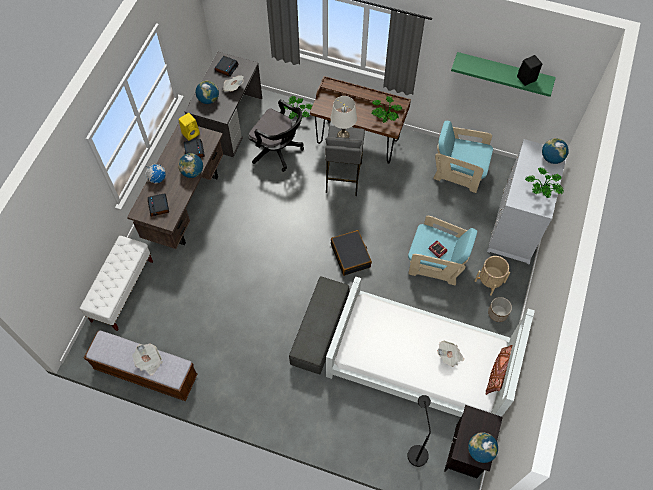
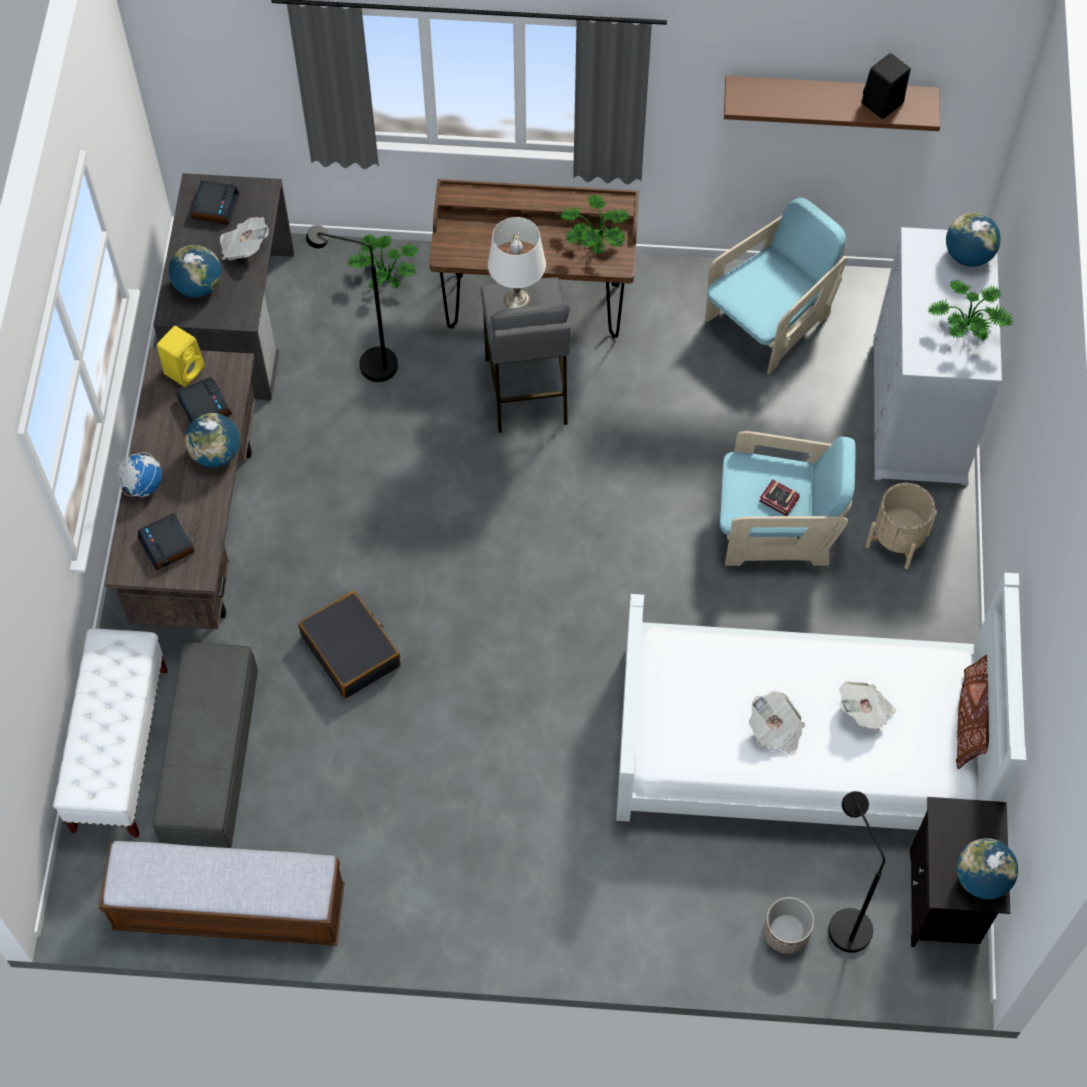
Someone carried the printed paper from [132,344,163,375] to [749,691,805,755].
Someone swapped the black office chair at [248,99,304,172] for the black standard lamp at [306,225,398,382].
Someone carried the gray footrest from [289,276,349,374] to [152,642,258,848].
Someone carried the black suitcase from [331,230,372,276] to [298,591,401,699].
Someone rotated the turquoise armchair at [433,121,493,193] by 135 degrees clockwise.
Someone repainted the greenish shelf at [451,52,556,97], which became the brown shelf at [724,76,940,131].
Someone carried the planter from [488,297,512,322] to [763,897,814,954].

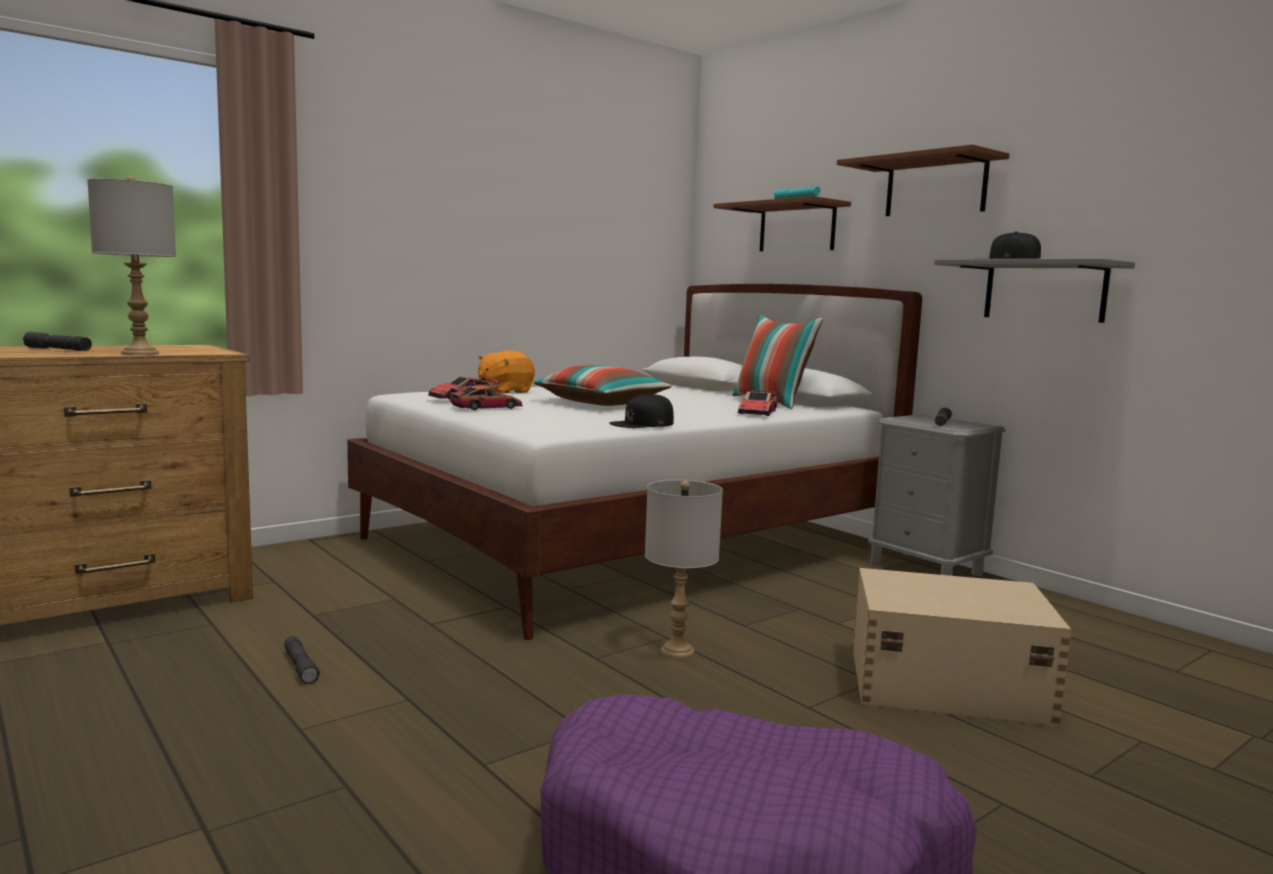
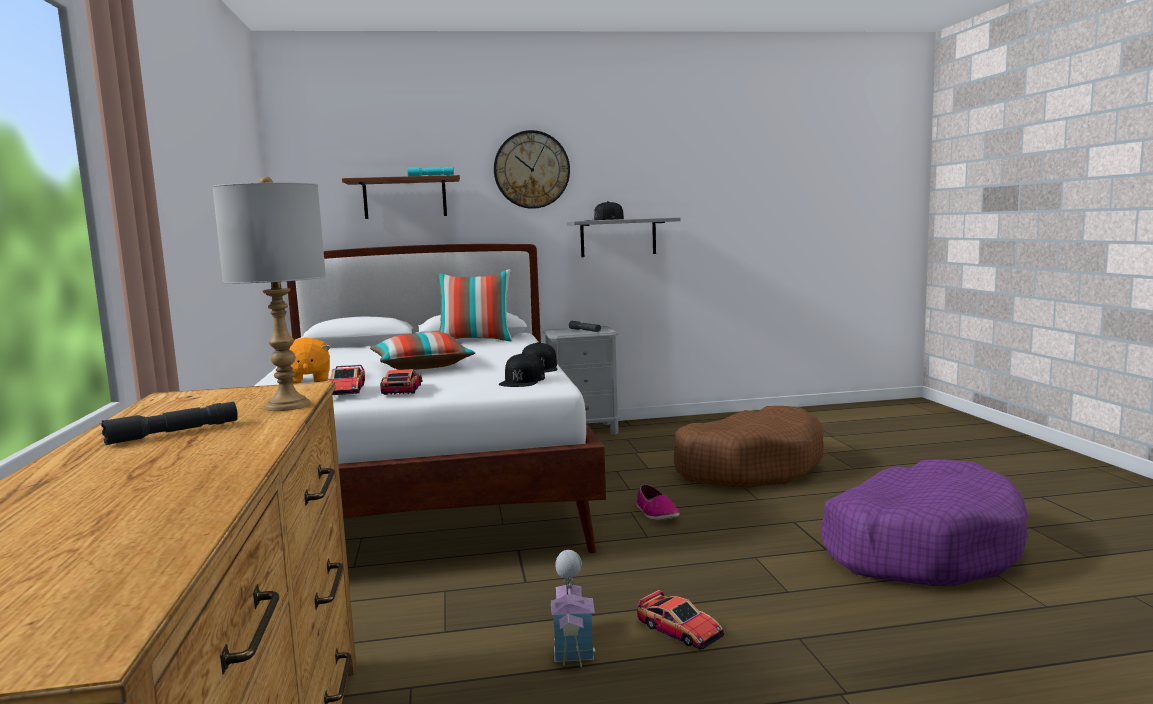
Someone swapped the gray flashlight at [284,636,320,684] for the model house at [551,550,595,667].
Someone swapped the gray table lamp at [645,480,723,658] for the shoe at [636,484,680,520].
Someone carried the miniature car from [738,390,778,416] to [637,590,724,649].
Someone swapped the brown shelf at [837,144,1010,216] for the hanging clock at [494,130,570,209].
Someone swapped the beige-coloured storage bin at [853,568,1072,727] for the brown dog bed at [674,406,824,488].
Someone put down the black peaked cap at [499,353,545,387].

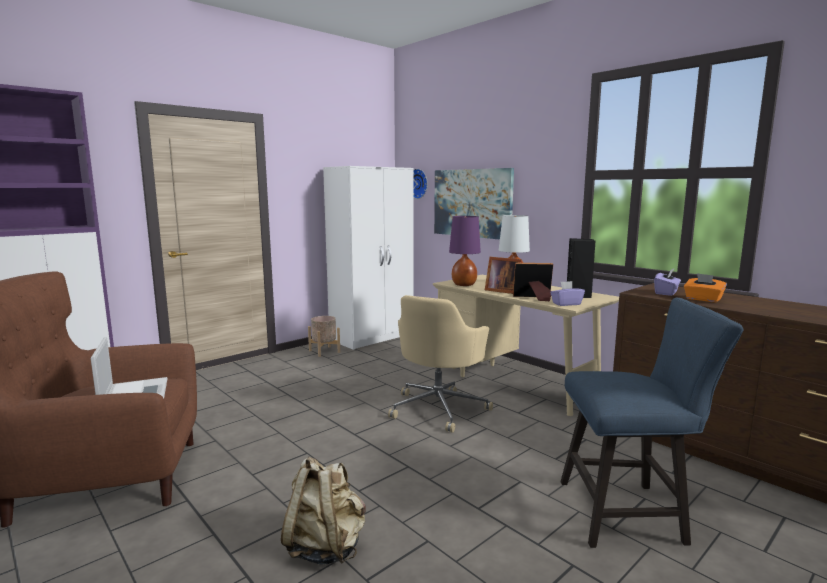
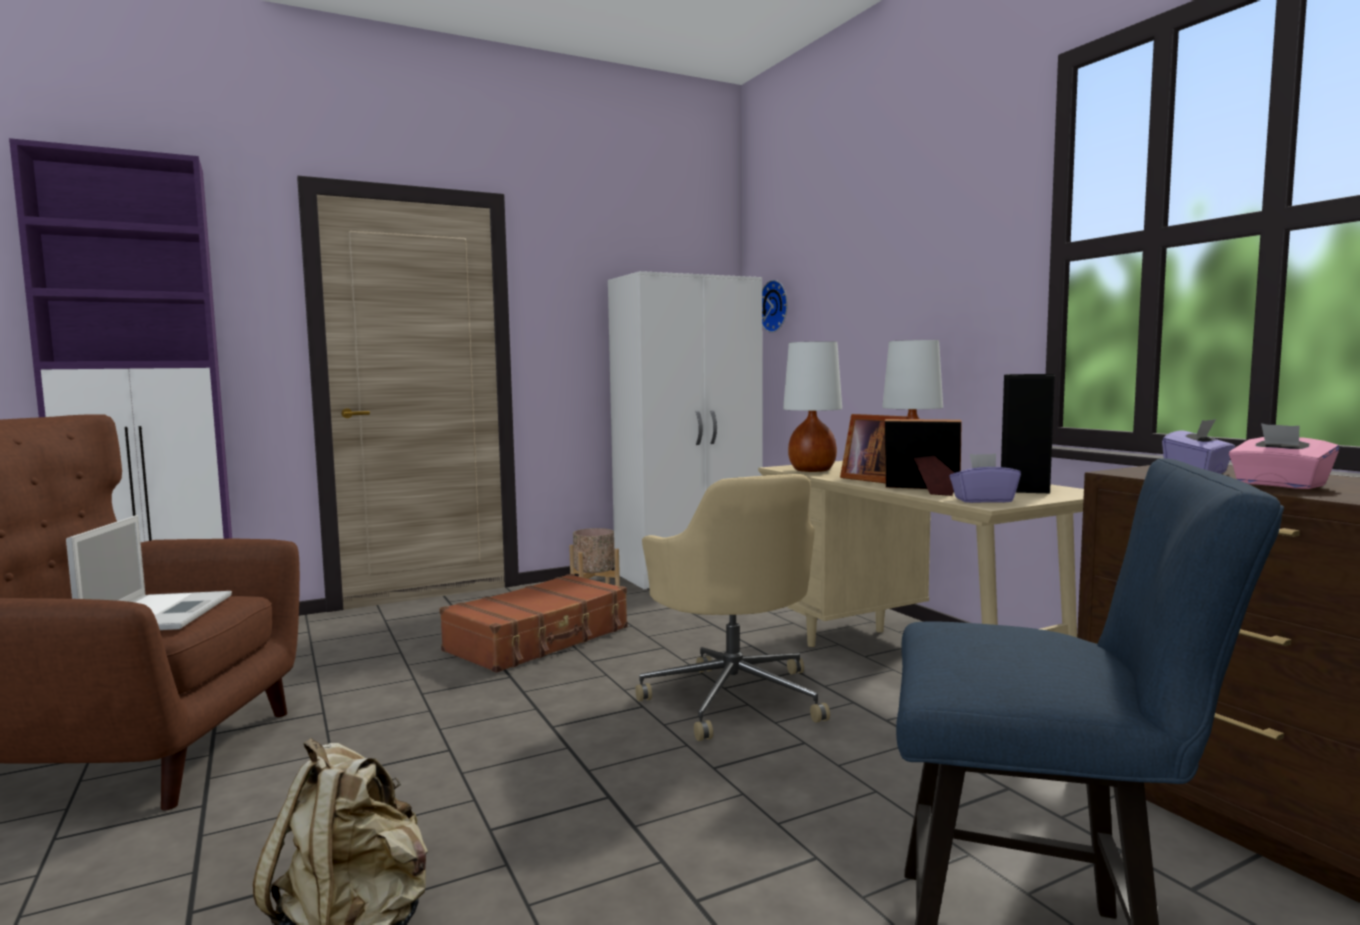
Someone rotated the beige-coloured office chair at [388,295,493,433] by 60 degrees counterclockwise.
Someone took away the wall art at [434,168,514,240].
Someone repainted the purple table lamp at [449,216,481,286], which became the whitish table lamp at [783,341,842,472].
Someone repainted the orange box of tissues at [684,273,727,302], which became the pink-coloured box of tissues at [1229,423,1339,489].
Someone put down the brown suitcase at [439,574,628,673].

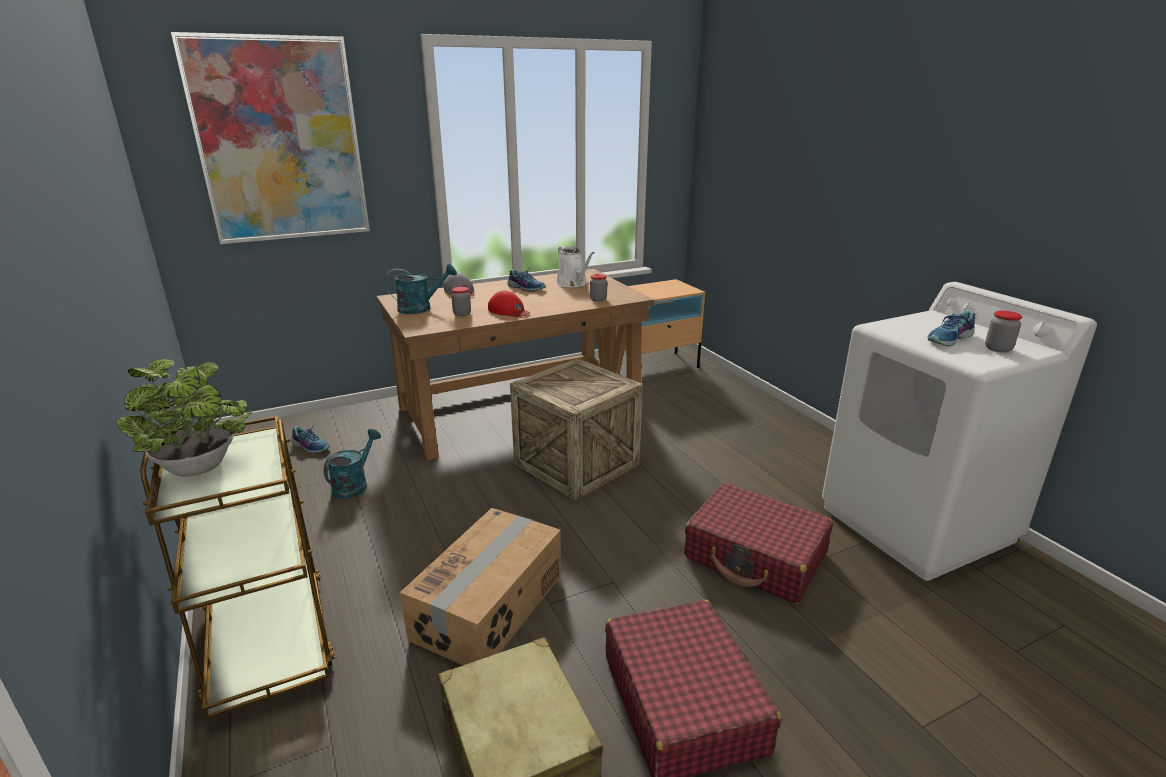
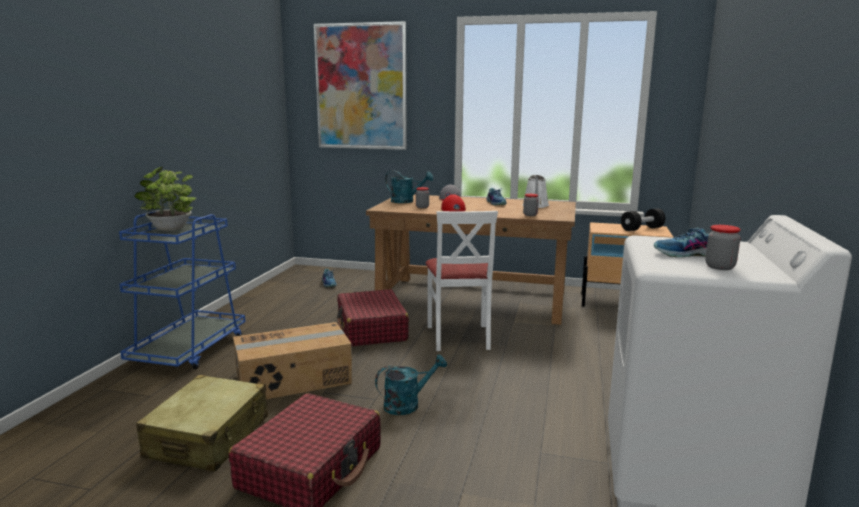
Someone repainted the brown cart at [140,416,335,719], which became the blue cart at [119,211,246,369].
Someone carried the turquoise watering can from [324,429,381,499] to [375,355,447,415].
Someone swapped the shipping crate at [510,359,643,500] for the whitish upright chair at [426,211,498,351].
Someone carried the reddish suitcase from [684,482,833,604] to [337,289,409,346].
Someone put down the black free weight at [621,209,666,231].

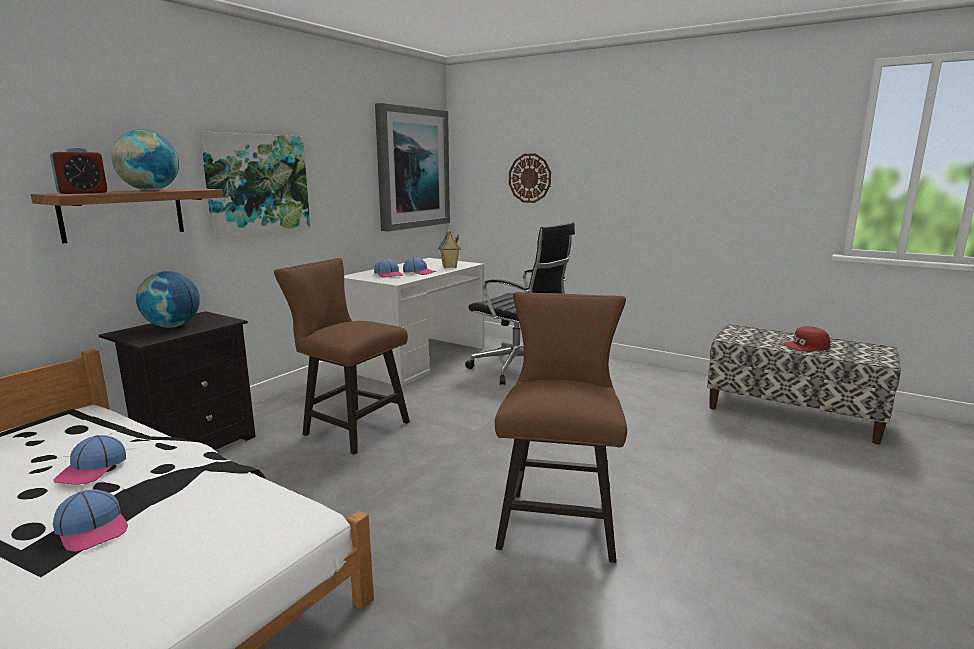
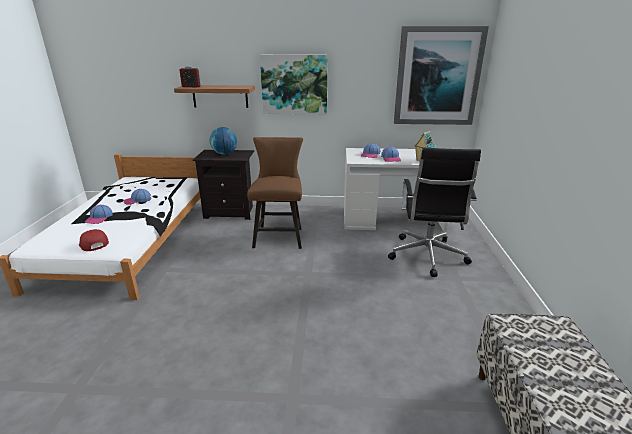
Someone took away the globe at [111,130,179,191].
Someone took away the brown upright chair at [495,292,627,563].
Someone took away the hanging clock at [509,154,551,203].
Someone carried the reddish peaked cap from [783,326,830,352] to [79,229,109,251].

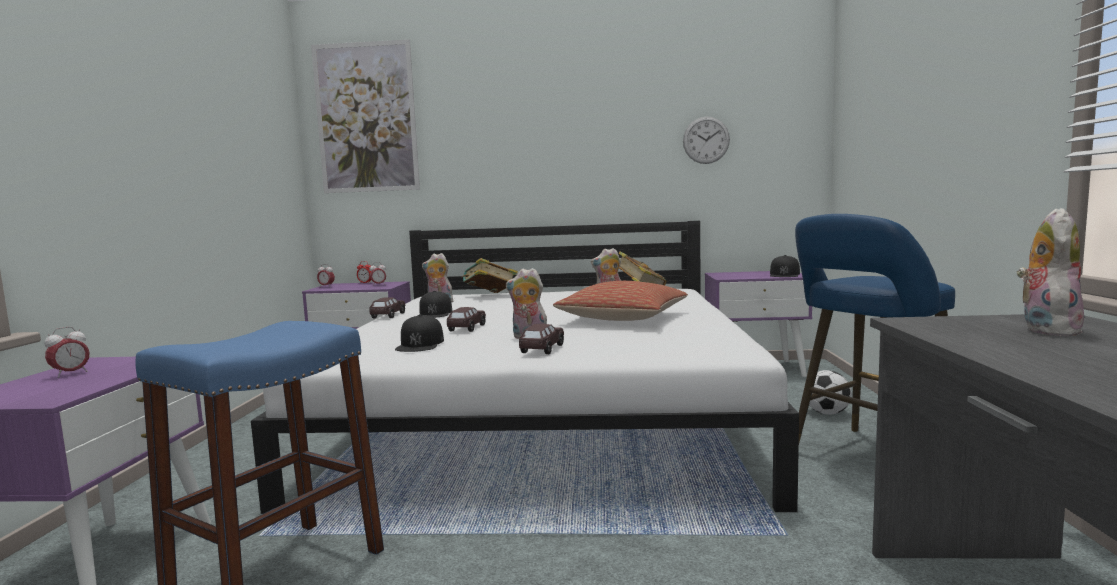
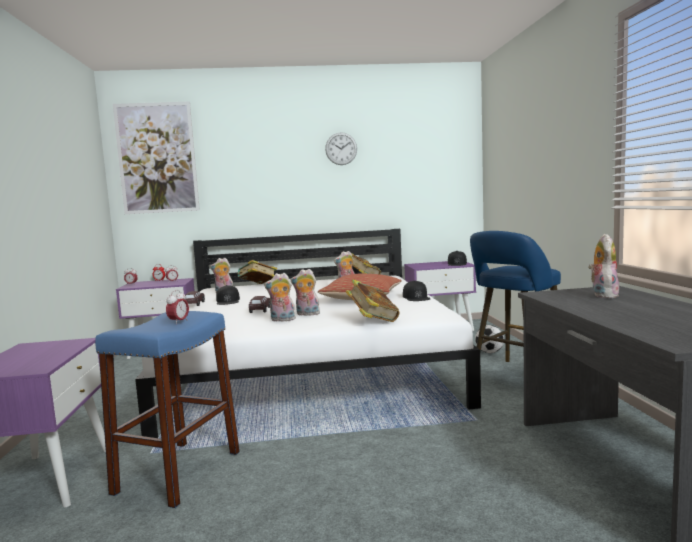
Someone carried the table clock from [44,327,90,378] to [166,290,189,324].
Someone carried the black peaked cap from [395,315,444,352] to [403,281,430,301].
Someone took away the brown miniature car at [519,324,564,354].
Someone carried the hanging clock from [683,117,730,164] to [325,132,357,165].
Someone put down the plush toy at [264,273,296,322].
Someone put down the book at [346,279,400,322].

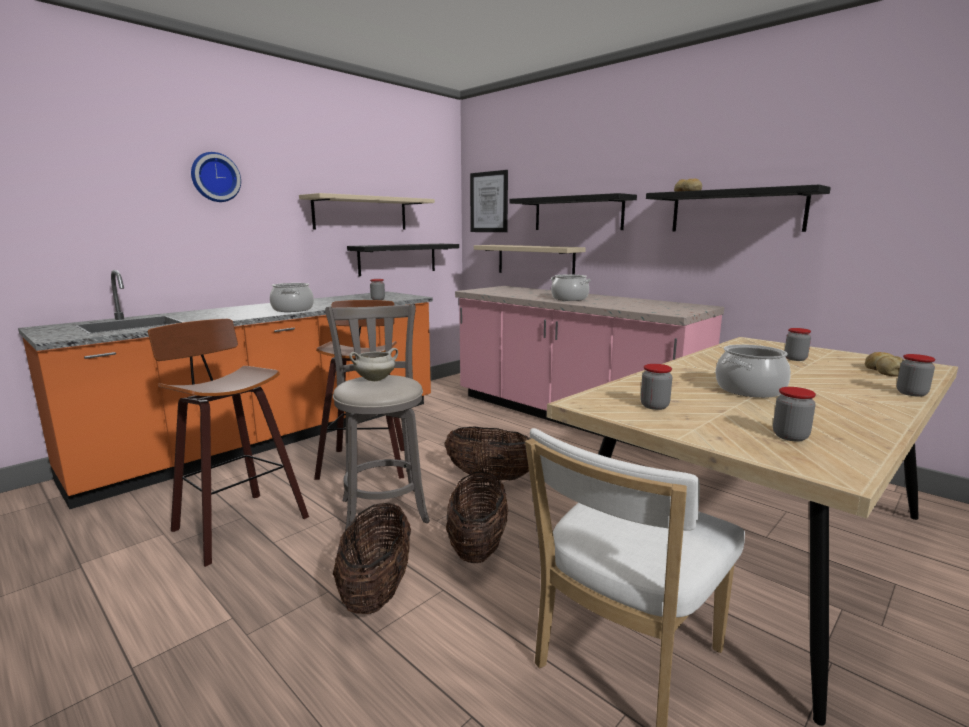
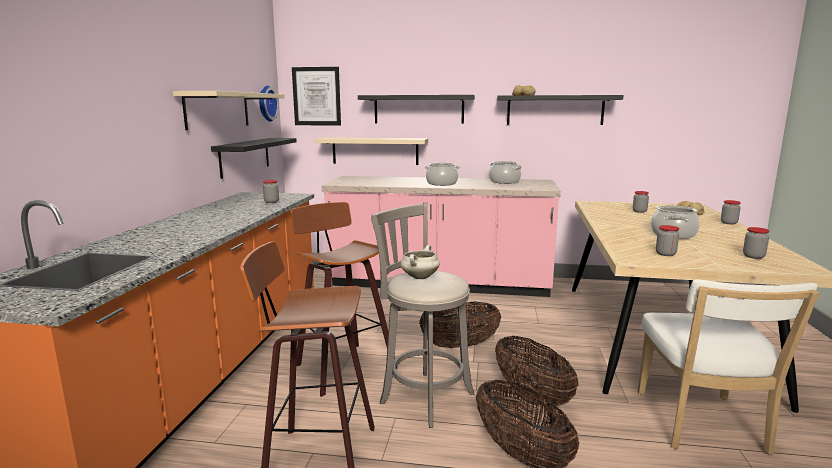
Someone carried the hanging clock from [191,152,241,202] to [259,86,279,122].
Someone carried the saucepot from [270,283,314,312] to [489,161,521,184].

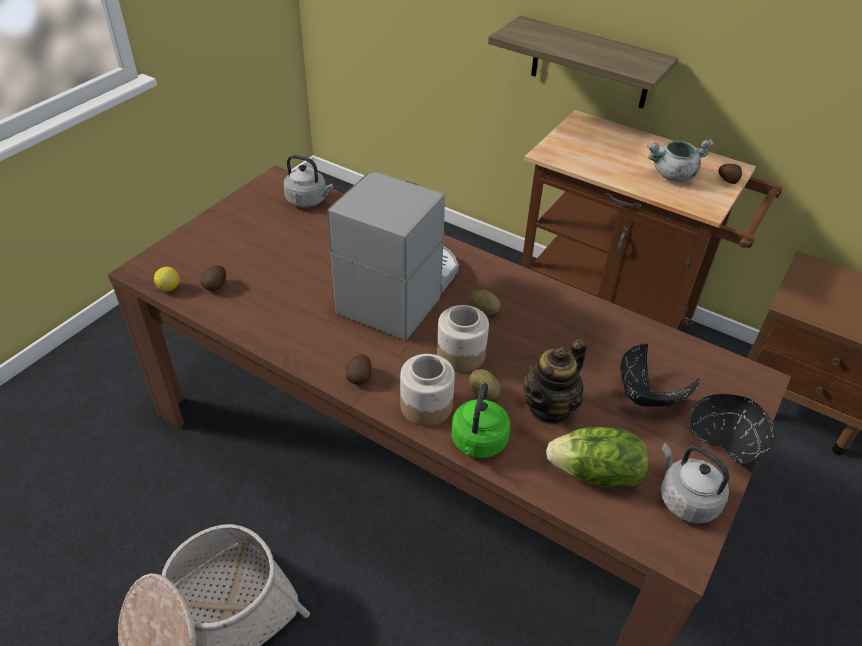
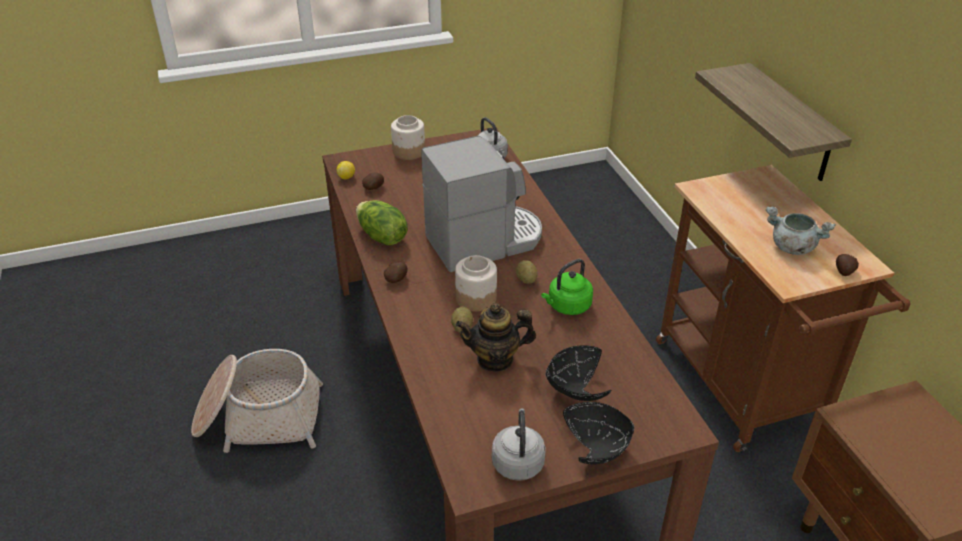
Someone carried the storage jar from [400,354,455,426] to [391,115,425,160].
Someone carried the greenish water kettle from [451,383,510,458] to [541,259,593,315].
Someone carried the lettuce from [546,427,649,487] to [356,200,408,245].

